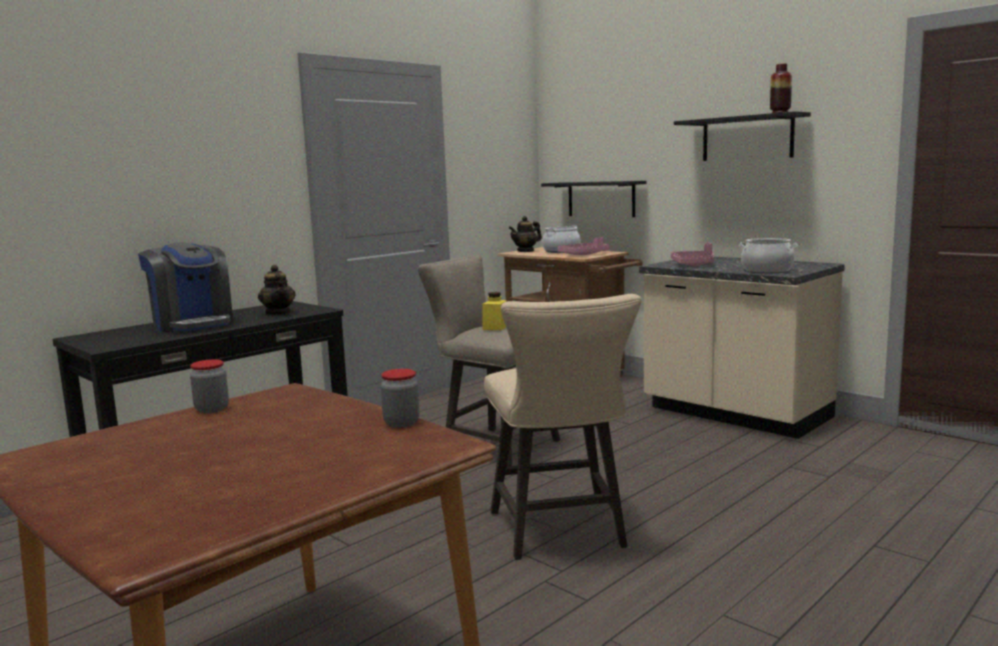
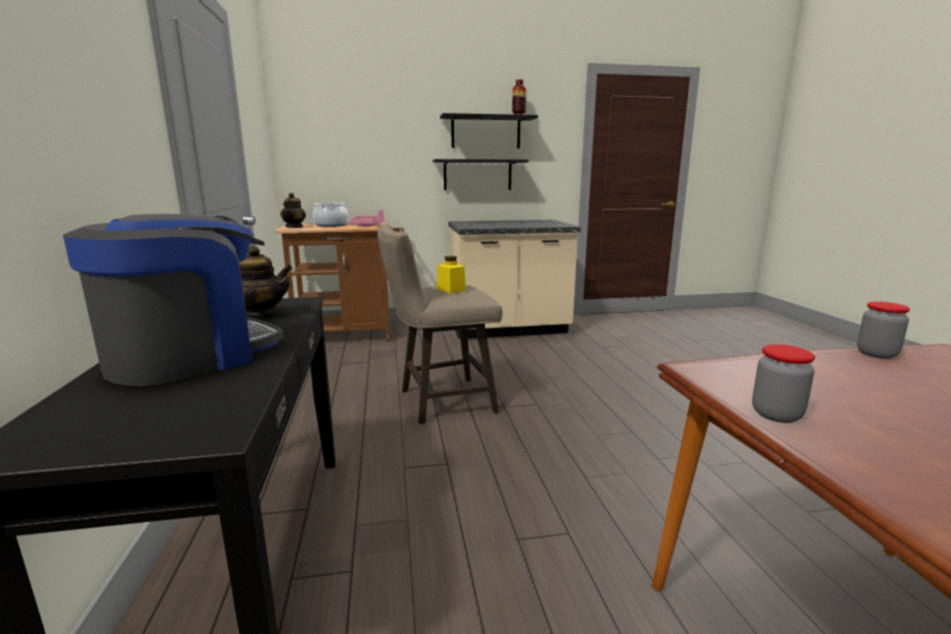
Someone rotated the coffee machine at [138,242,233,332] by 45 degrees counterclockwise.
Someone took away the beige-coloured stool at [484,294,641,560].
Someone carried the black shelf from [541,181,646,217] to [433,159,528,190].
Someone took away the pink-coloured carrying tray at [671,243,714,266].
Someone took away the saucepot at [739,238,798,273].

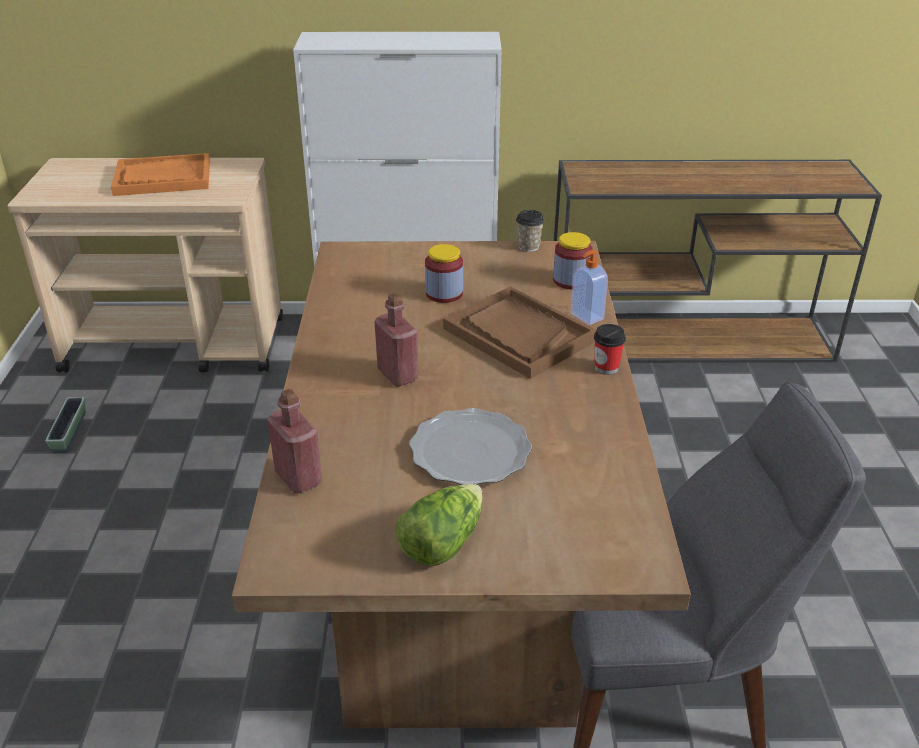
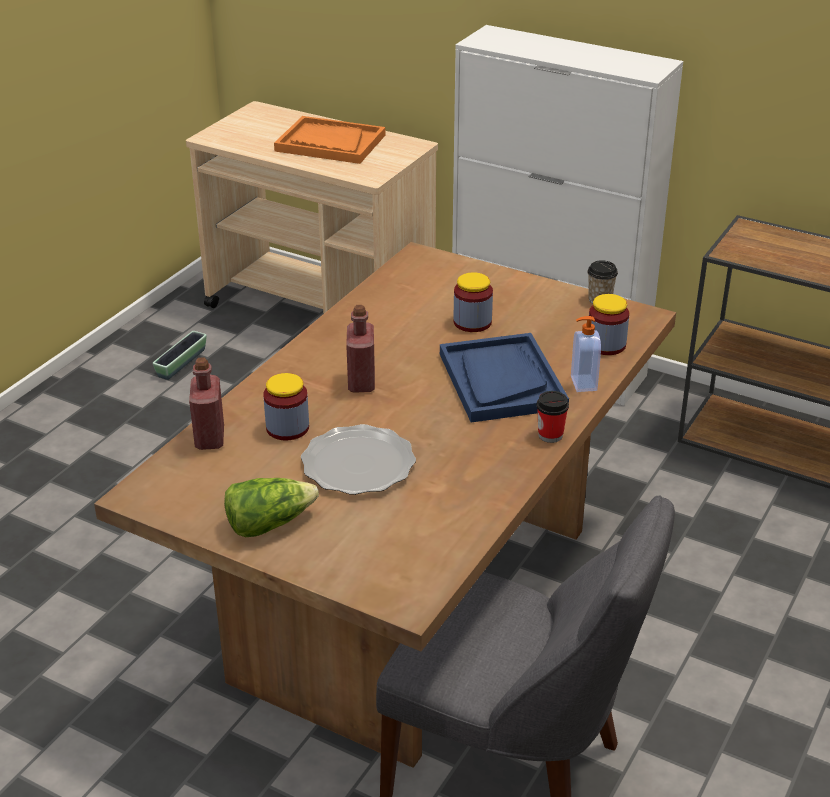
Someone repainted the brown carrying tray at [443,287,596,379], which became the blue carrying tray at [440,333,569,423].
Someone put down the storage jar at [263,373,309,441].

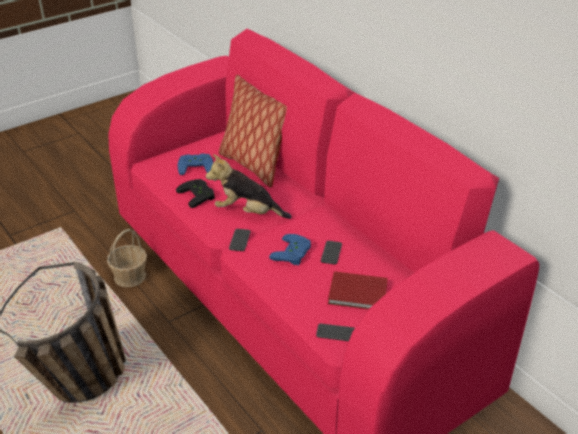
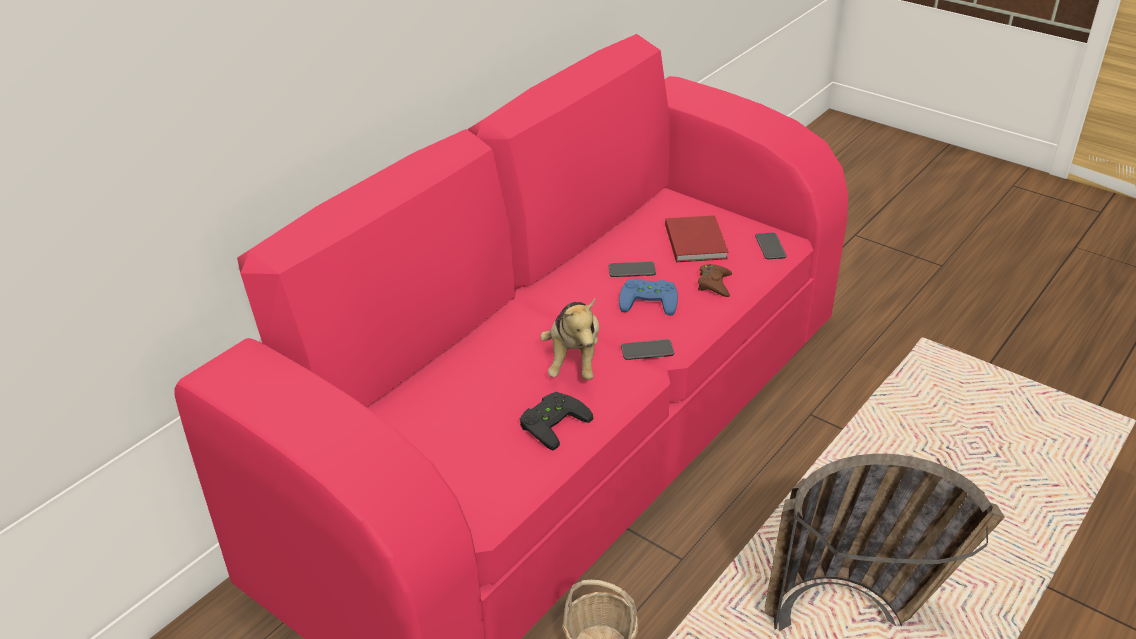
Someone took away the blue joypad at [178,154,213,175].
Someone took away the pillow at [218,75,287,188].
Someone put down the brown joypad at [698,264,732,297].

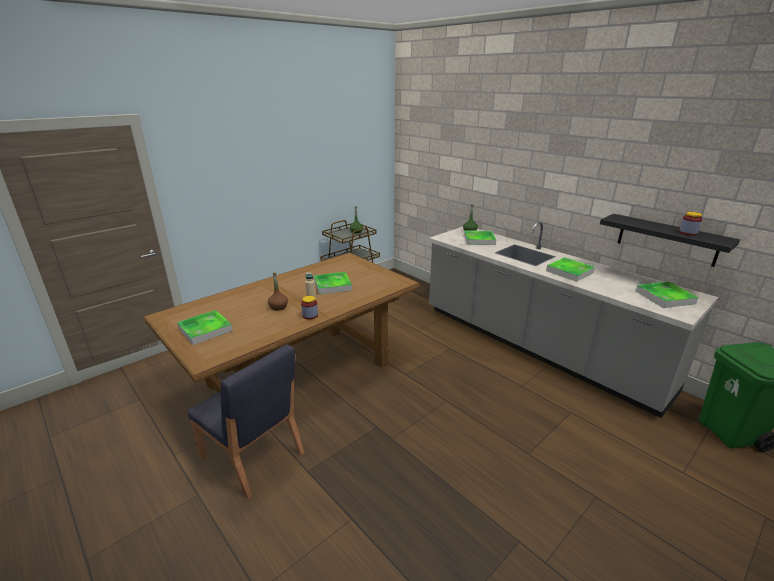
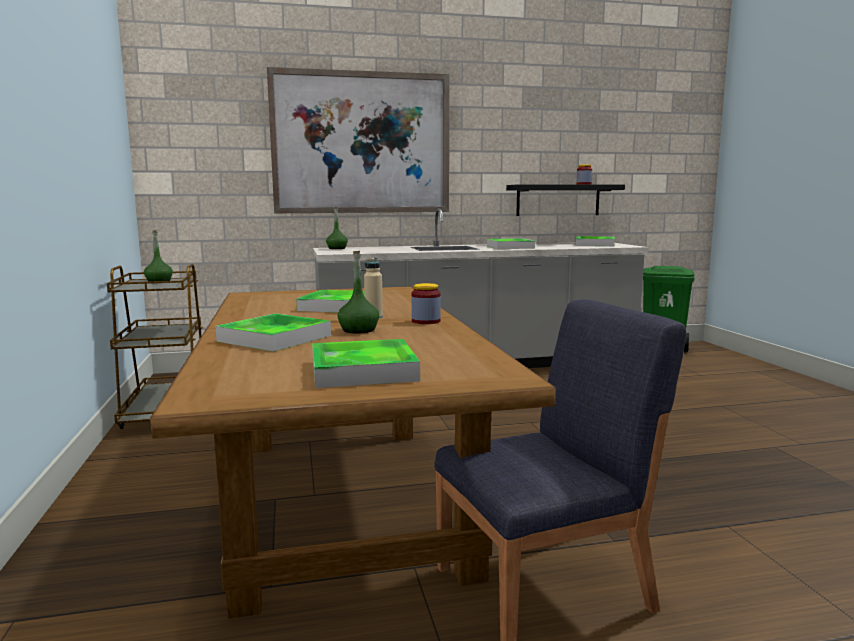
Someone repainted the brown beverage bottle at [268,272,288,311], which became the greenish beverage bottle at [337,251,379,333].
Someone carried the carrying tray from [464,230,496,245] to [215,313,331,352].
Someone put up the wall art at [267,67,450,213].

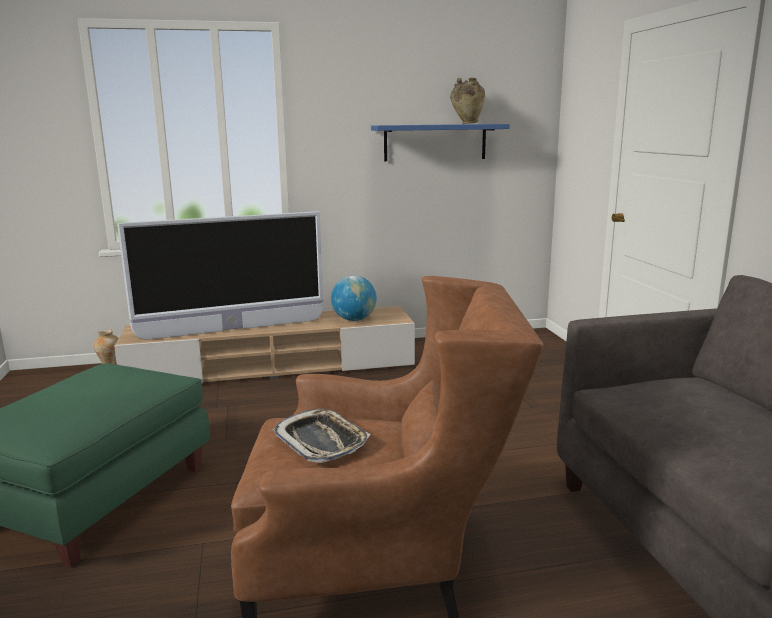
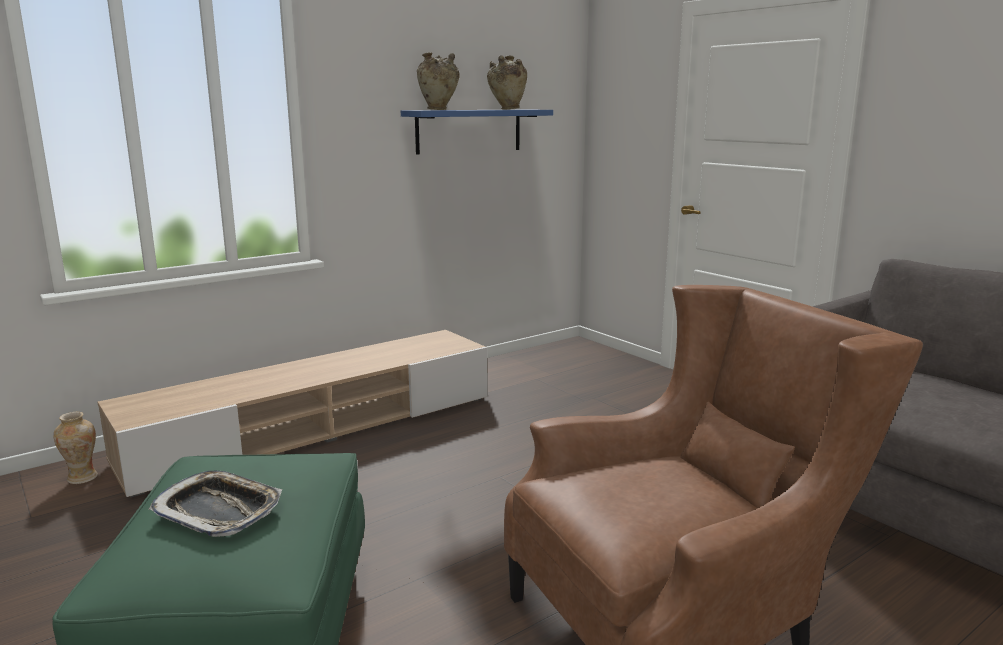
Someone took away the television at [117,211,323,340].
Someone carried the carrying tray from [273,409,371,463] to [148,471,282,537].
Someone took away the globe at [331,275,377,321].
Someone put down the beige-coloured flower vase at [417,52,460,110].

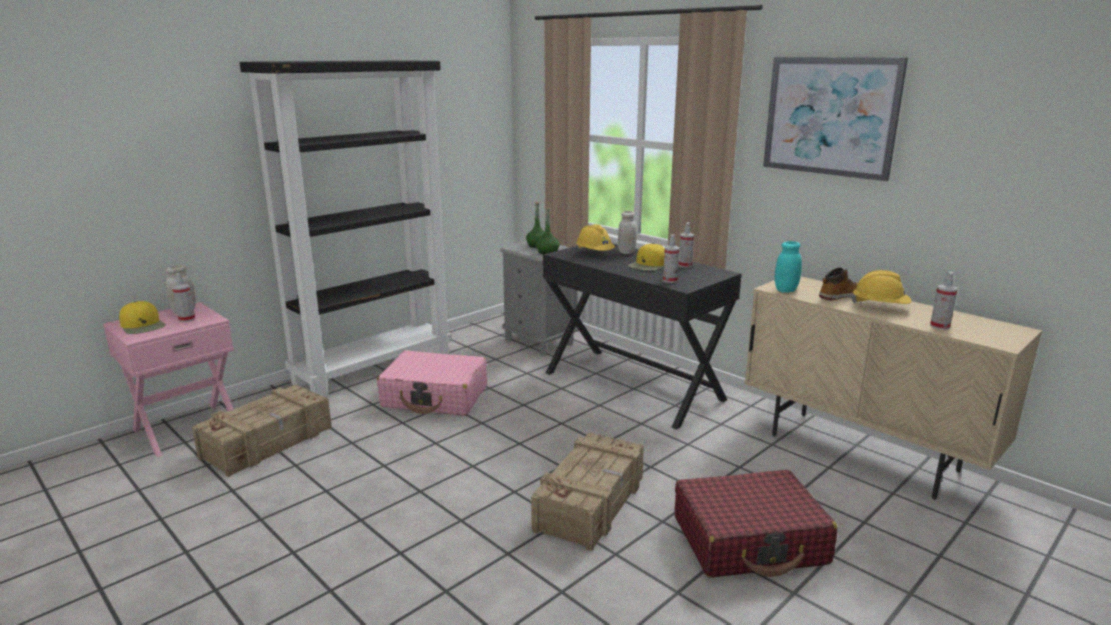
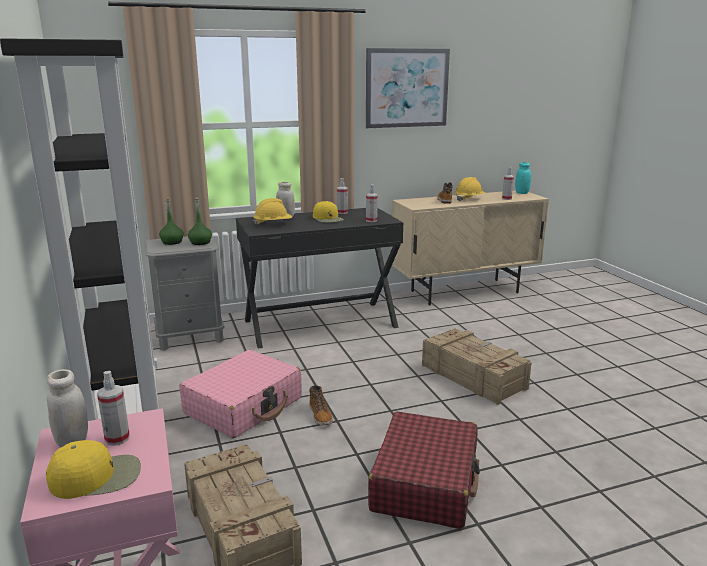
Someone carried the reddish suitcase from [675,470,838,578] to [368,412,480,529].
Someone carried the turquoise storage jar from [775,241,802,293] to [515,162,531,194].
Someone put down the high-top boot at [309,385,333,425].

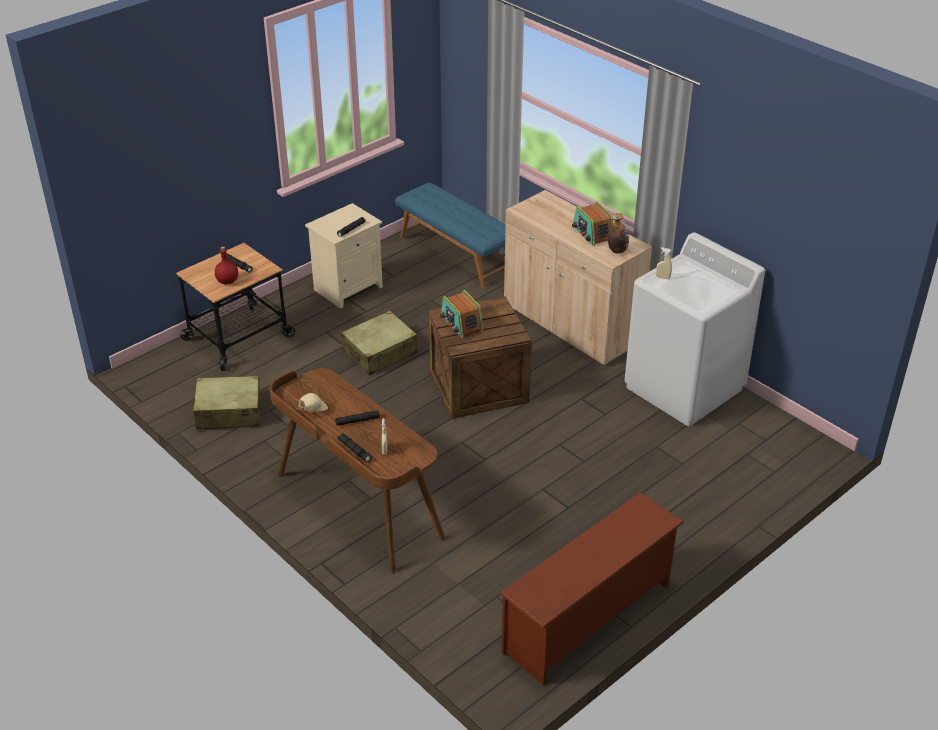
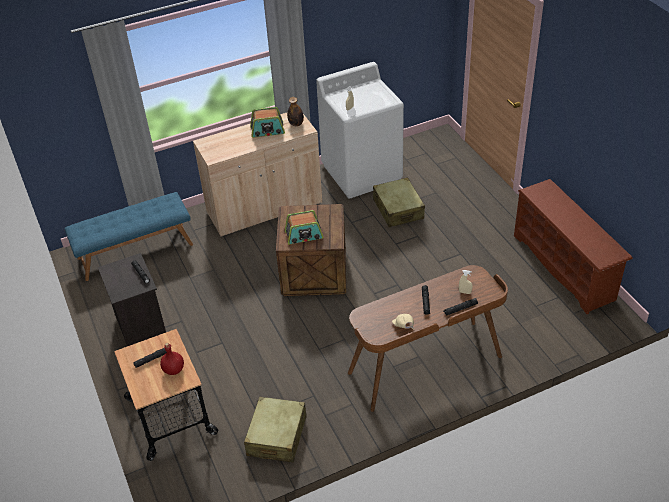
Someone repainted the beige-coloured night table at [305,203,383,308], which became the black night table at [98,253,166,346].
Someone carried the beige-coloured suitcase from [341,311,418,375] to [373,177,425,227].

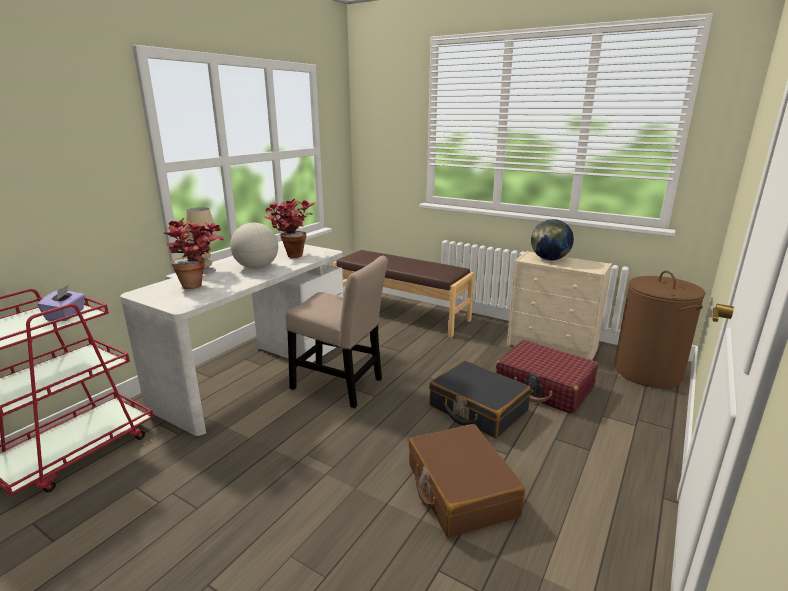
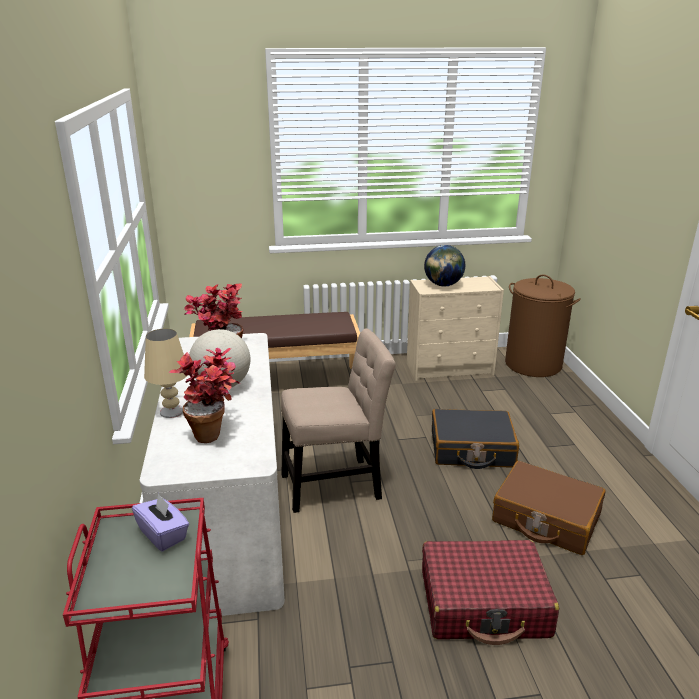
Someone carried the reddish suitcase from [496,340,598,414] to [422,540,559,645].

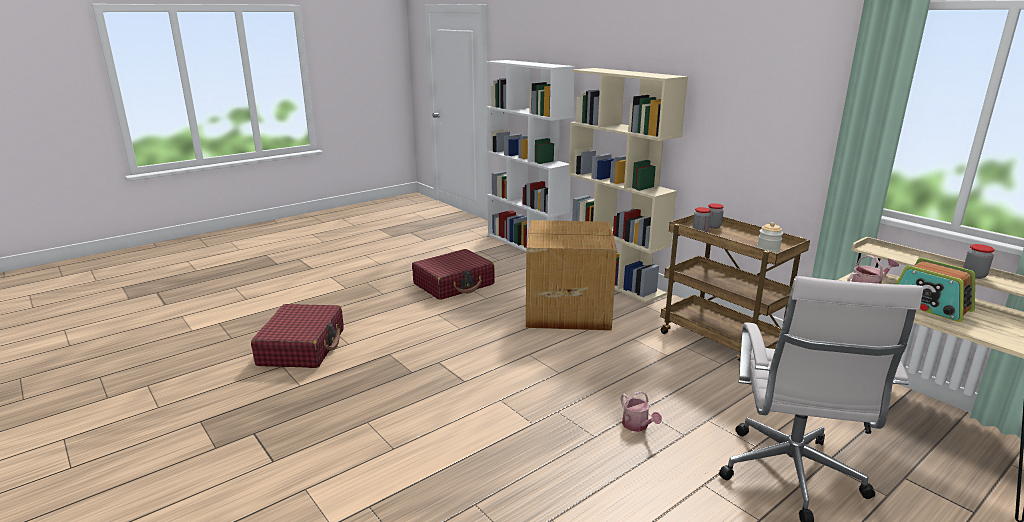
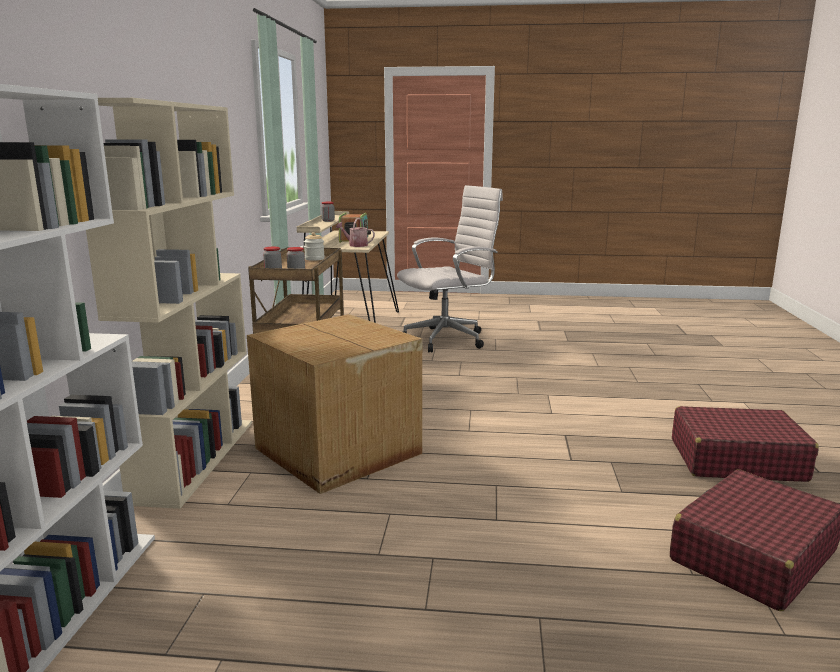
Someone carried the reddish suitcase from [412,249,495,300] to [672,406,819,482].
Someone took away the watering can at [621,391,662,432].

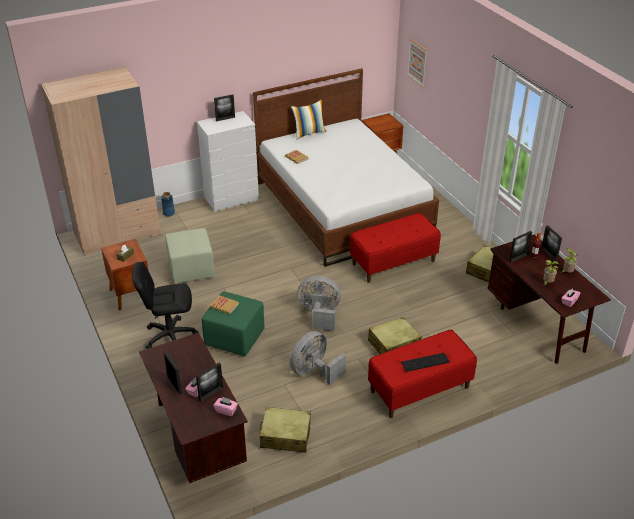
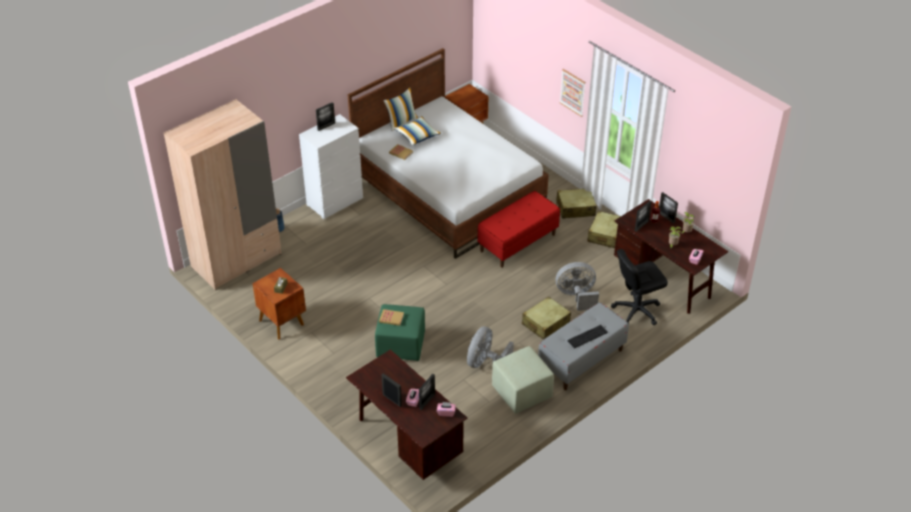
Someone carried the black office chair from [132,262,198,349] to [611,249,668,325].
Someone carried the greenish footrest from [165,228,215,284] to [492,346,554,414].
Someone carried the beige-coloured suitcase from [259,407,311,453] to [556,189,597,219].
Someone carried the gray electric fan from [297,276,341,331] to [556,262,599,311].
Someone repainted the reddish indoor bench at [368,330,477,418], which became the gray indoor bench at [538,302,629,390].
Someone carried the wall art from [407,39,427,87] to [559,69,586,117].
Someone put down the pillow at [394,116,441,146].

